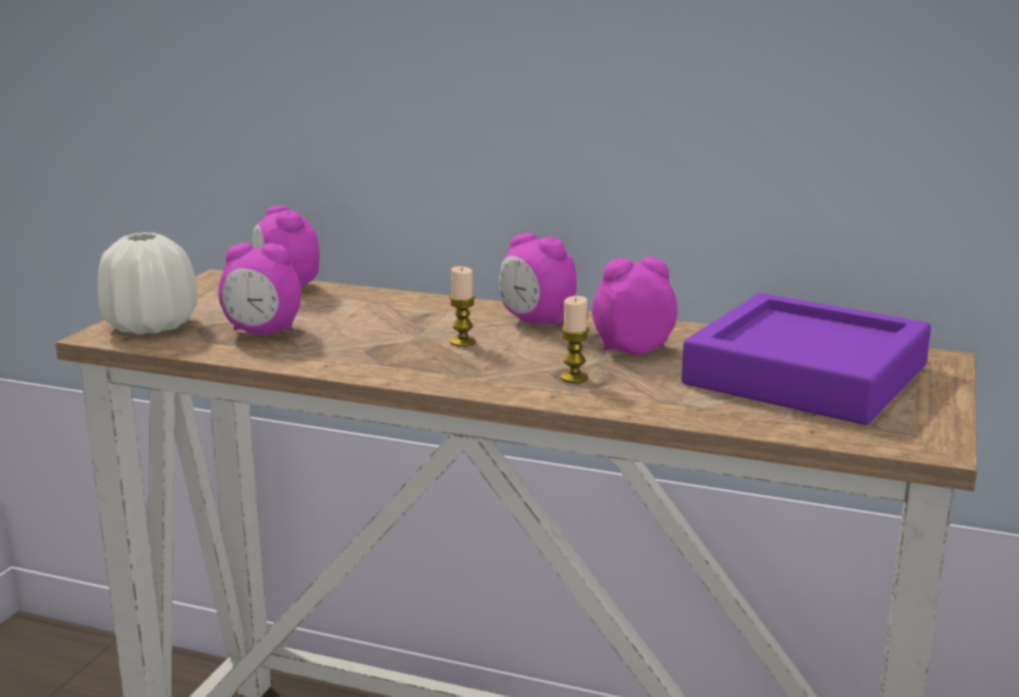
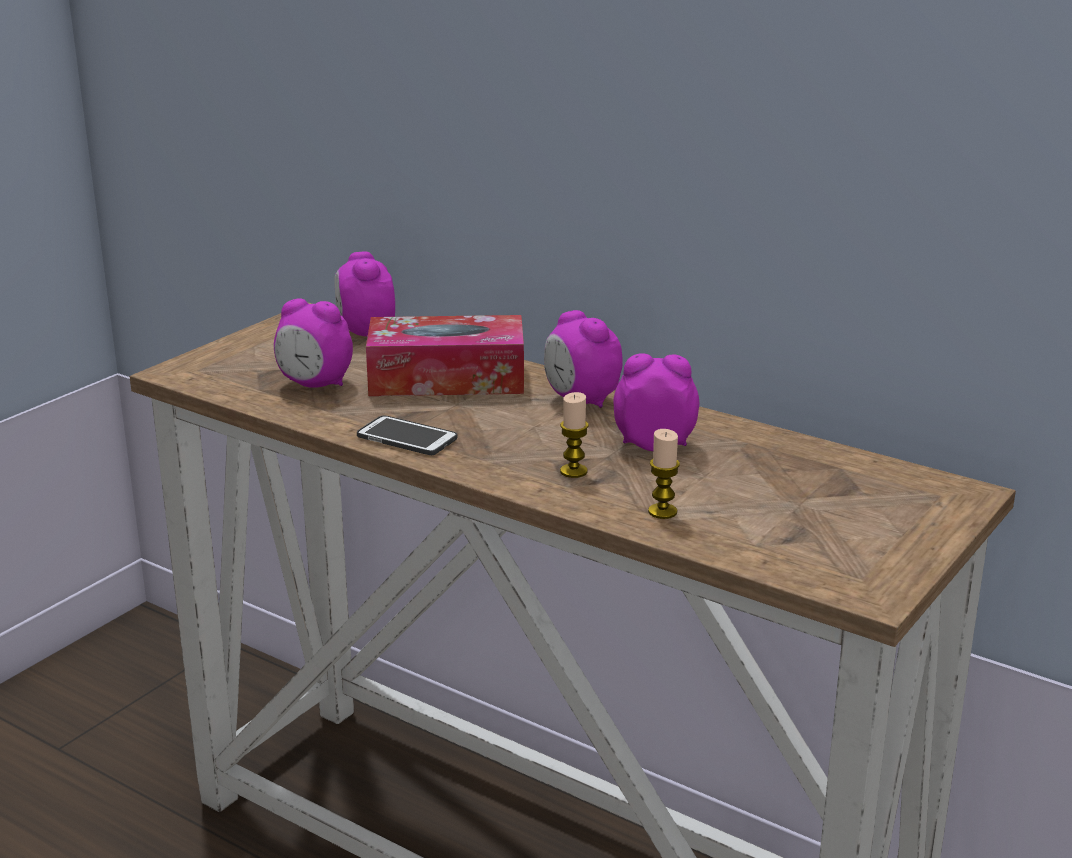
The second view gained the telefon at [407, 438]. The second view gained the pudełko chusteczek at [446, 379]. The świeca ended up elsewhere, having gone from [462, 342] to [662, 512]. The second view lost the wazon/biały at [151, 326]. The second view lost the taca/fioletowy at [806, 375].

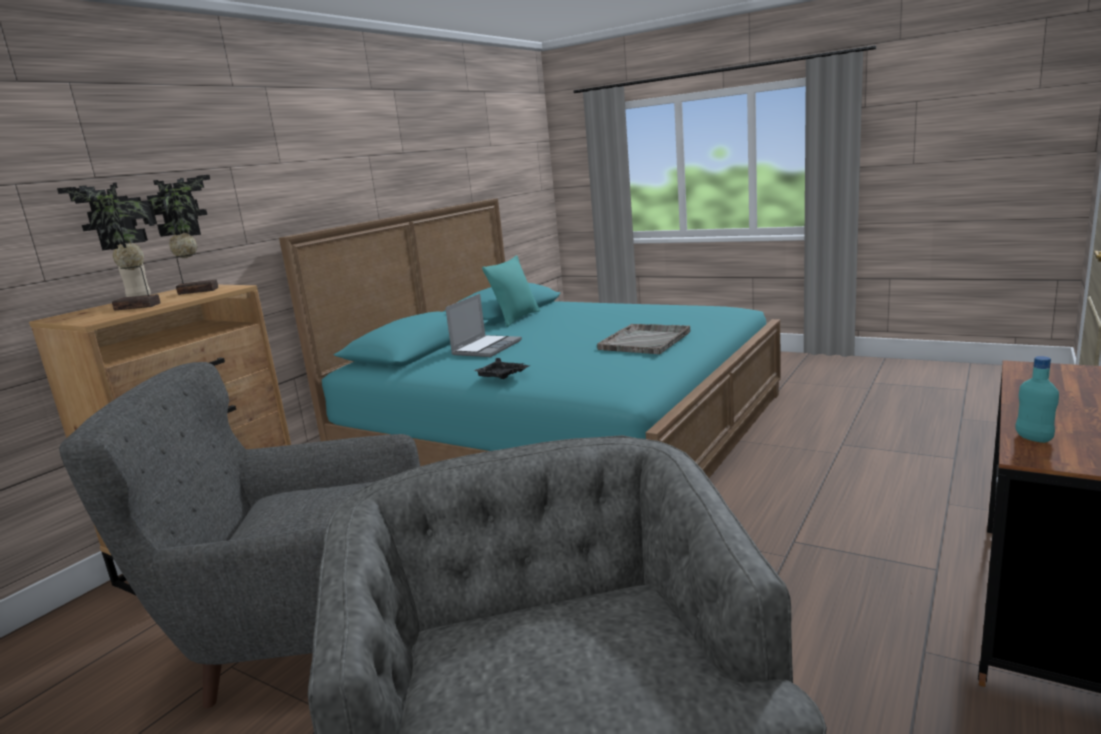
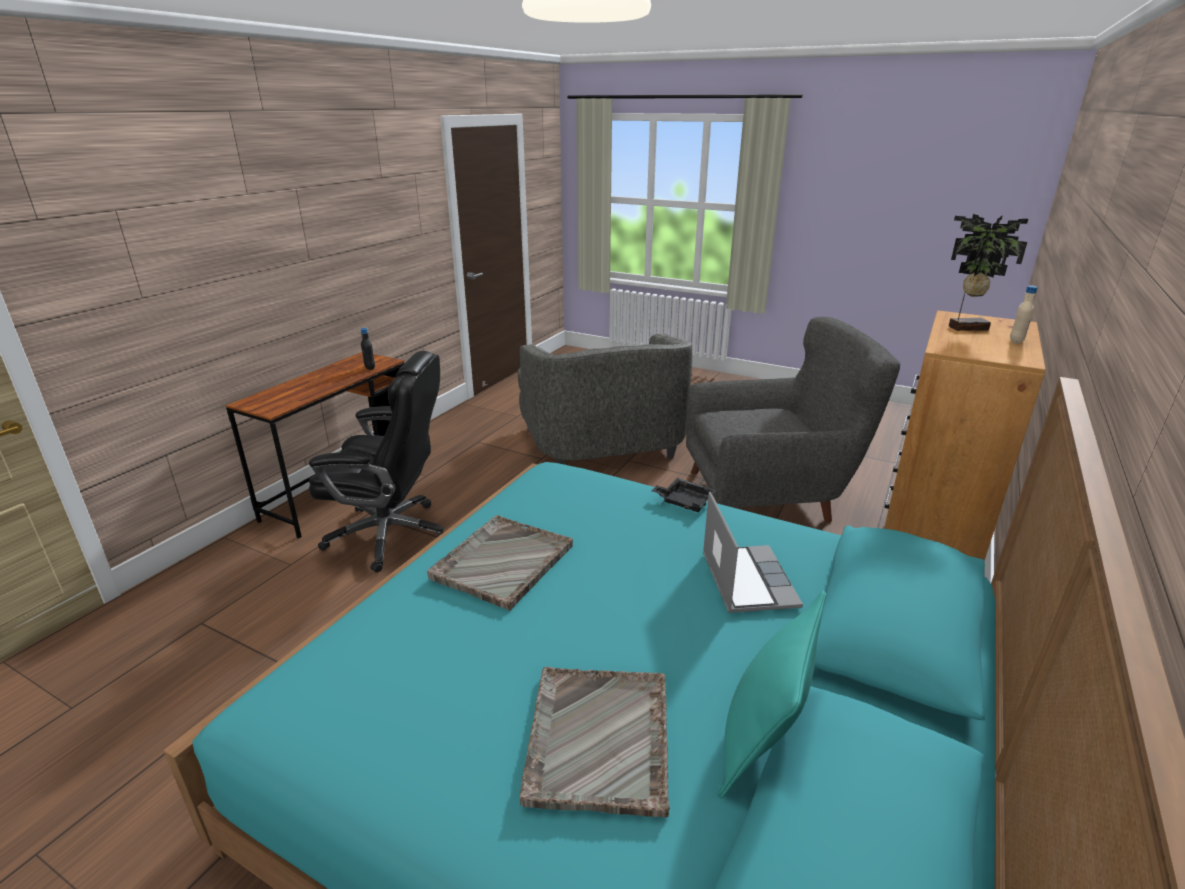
The second view gained the krzesło biurowe/czarny at [391, 534]. What was the butelka/turkusowy at [1033, 438] turned into the butelka/czarny at [370, 368]. The second view gained the taca/szary at [598, 740]. The laptop at [486, 347] ended up facing another way, 150 degrees clockwise from before. The second view lost the roślina doniczkowa at [198, 291].

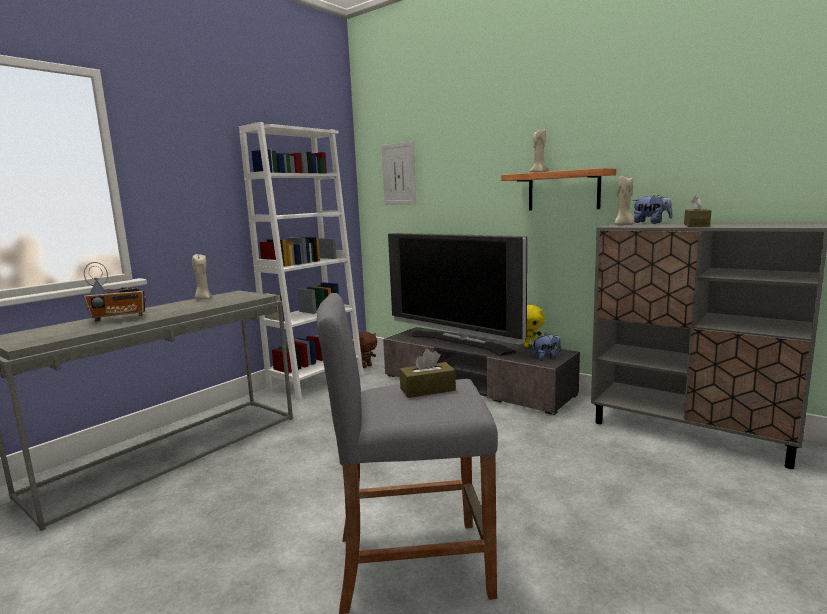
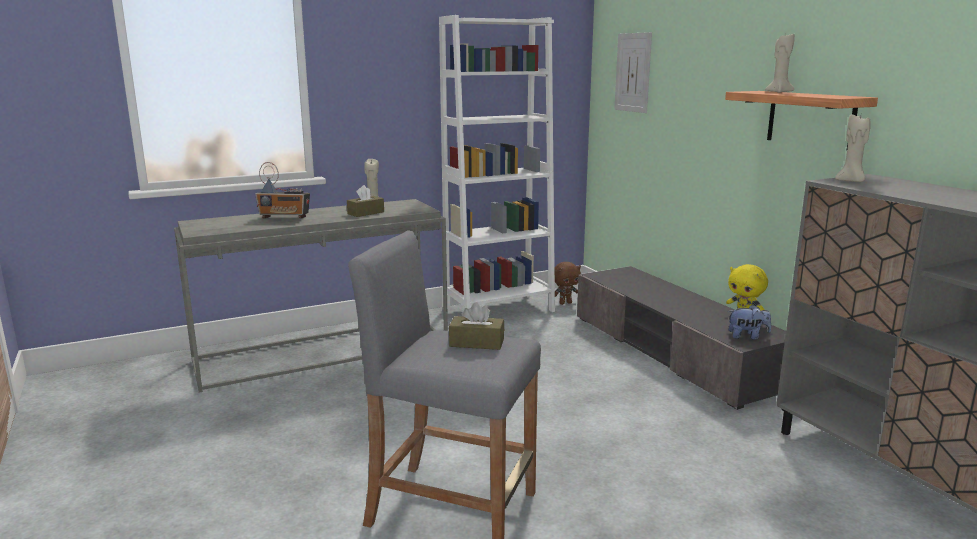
The pudełko chusteczek/brązowy ended up elsewhere, having gone from [696, 225] to [366, 213]. The second view lost the telewizor at [459, 342]. The second view lost the pluszak at [651, 223].

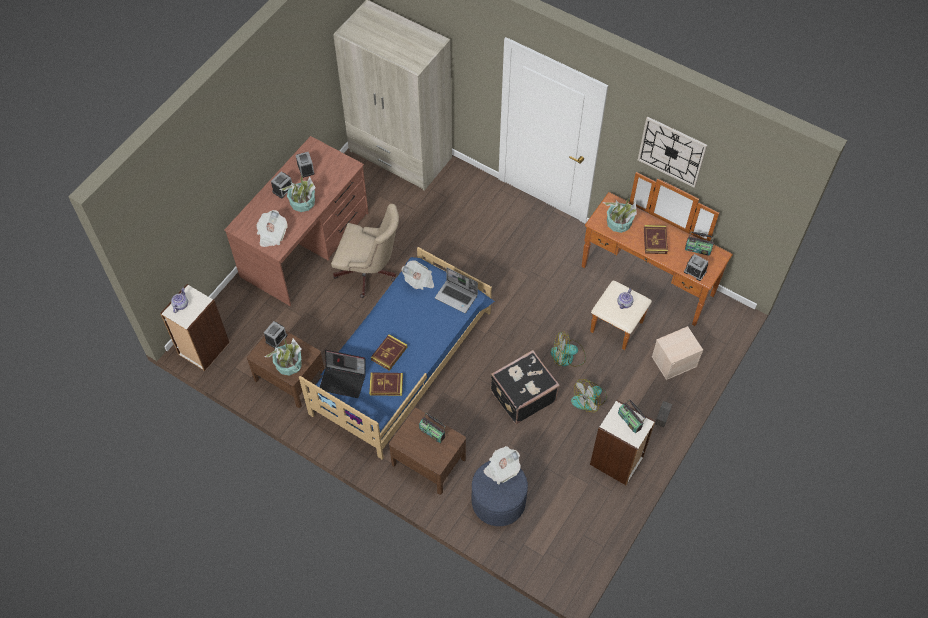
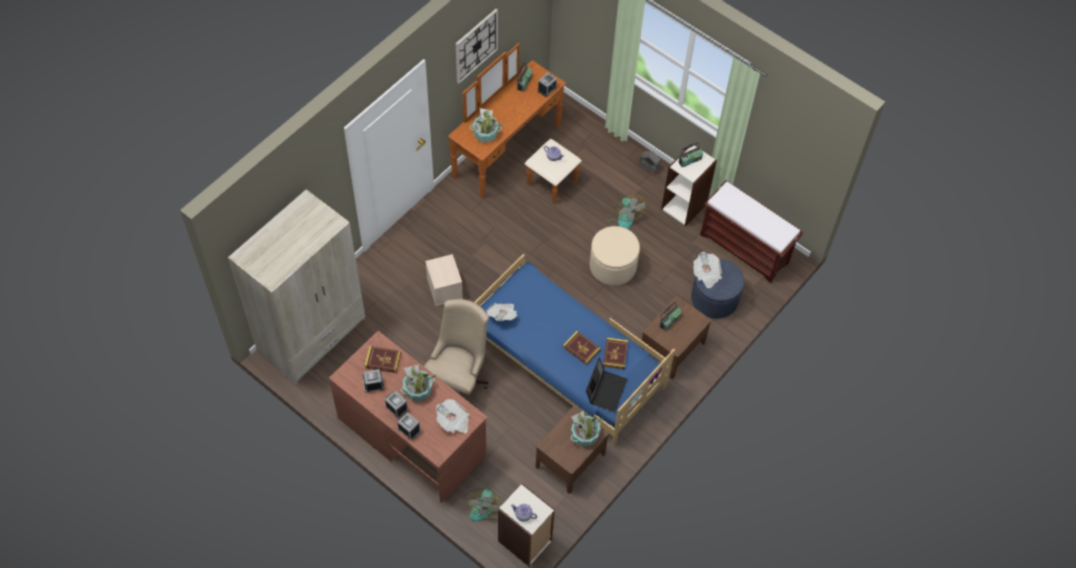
The książka ended up elsewhere, having gone from [655, 241] to [383, 360]. The budzik ended up elsewhere, having gone from [276, 338] to [409, 429]. The pojemnik do przechowywania/beżowy ended up elsewhere, having gone from [674, 361] to [444, 288]. The wentylator ended up elsewhere, having gone from [567, 356] to [482, 505]. Where the walizka/czarny stood at [522, 395], the pufa/beżowy came to stand at [613, 266]. The second view gained the ławka/brązowy at [745, 248]. The second view lost the laptop at [456, 297].

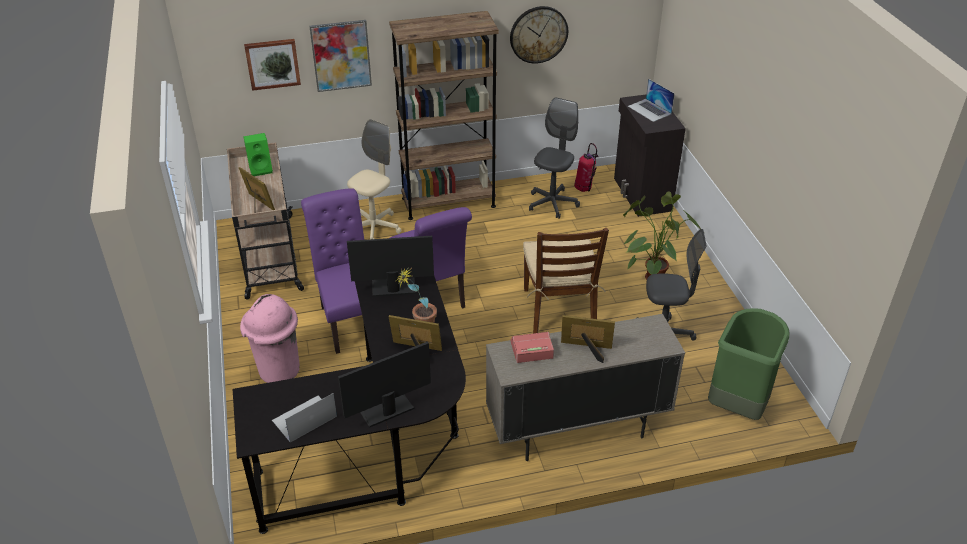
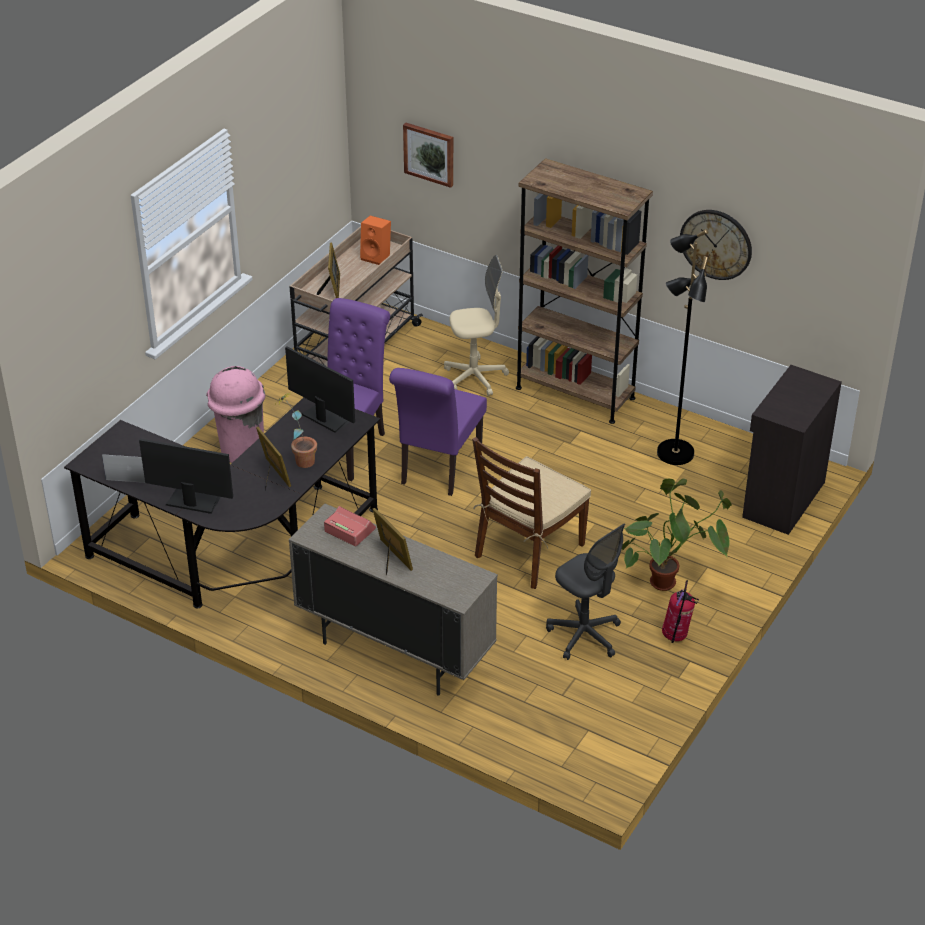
What was the głośnik/zielony at [261, 169] turned into the głośnik/pomarańczowy at [377, 257]. Where the krzesło biurowe/szary stood at [552, 203], the lampa stojąca/czarny came to stand at [674, 453]. The gaśnica ended up elsewhere, having gone from [584, 189] to [676, 637]. The second view lost the obraz at [341, 55]. The second view lost the laptop at [649, 110]. The second view lost the kosz na śmieci/zielony at [737, 404].

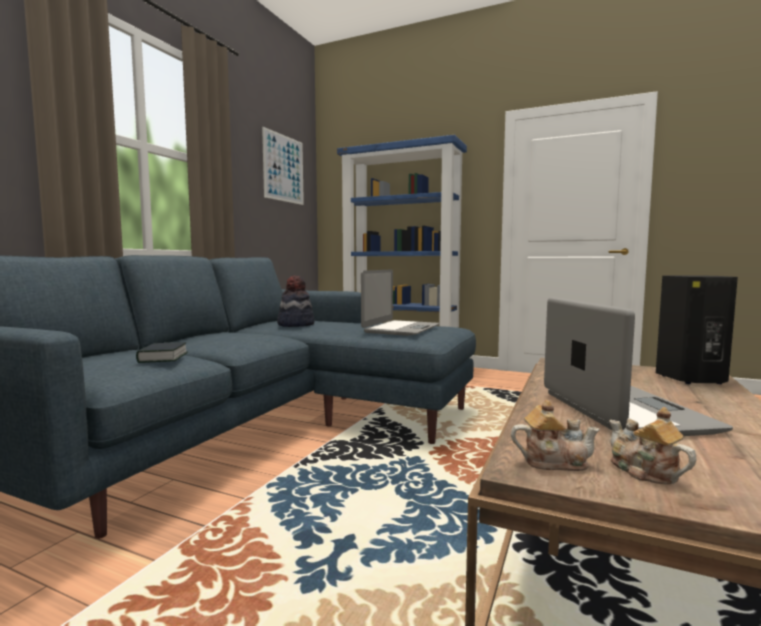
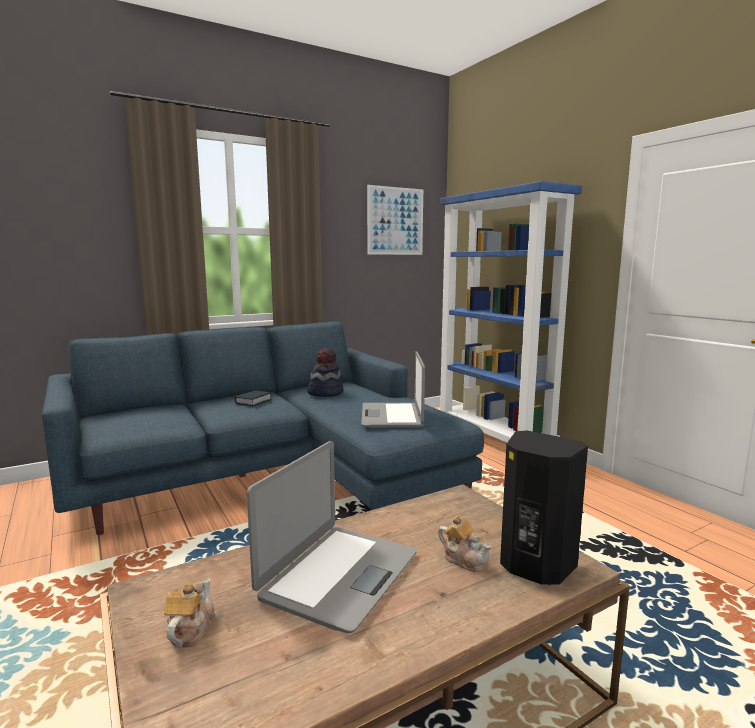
The książka ended up elsewhere, having gone from [163, 358] to [253, 401]. The laptop at [401, 329] ended up facing another way, 120 degrees clockwise from before. The imbryk ended up elsewhere, having gone from [553, 462] to [464, 559].

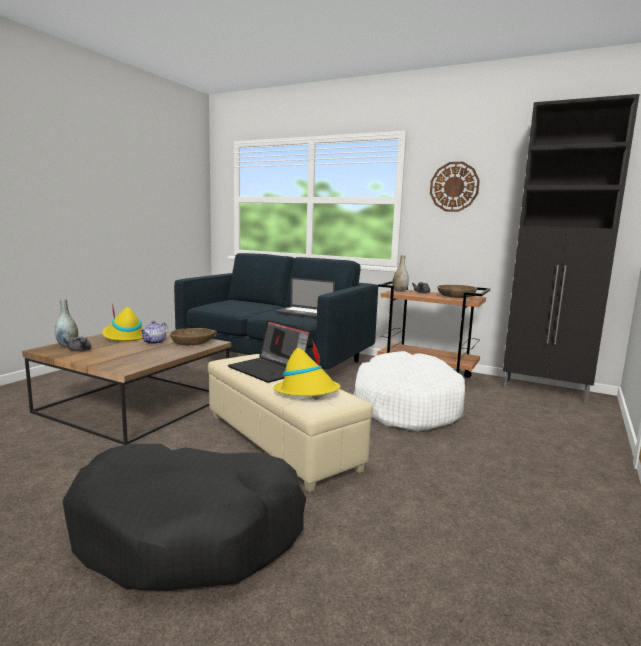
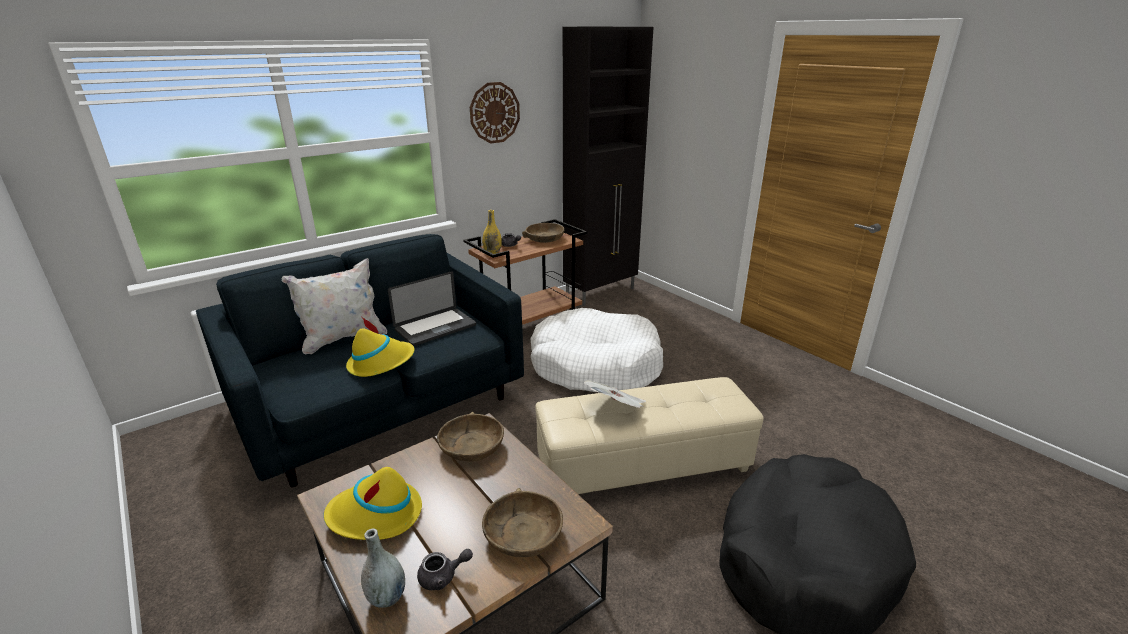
The second view gained the poduszka/biały at [343, 339]. The kapelusz/żółty ended up elsewhere, having gone from [307, 392] to [381, 362]. What was the wazon/szary at [399, 291] turned into the wazon/żółty at [492, 252]. The second view gained the miska/brązowy at [523, 533]. Where the laptop stood at [269, 370], the gazeta came to stand at [616, 408]. The second view lost the imbryk at [154, 342].

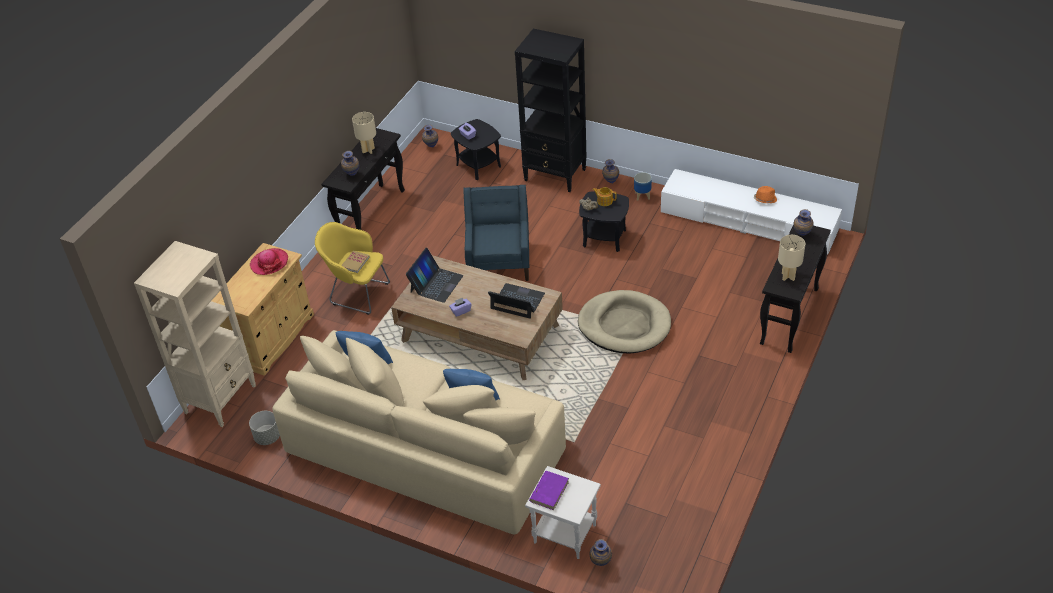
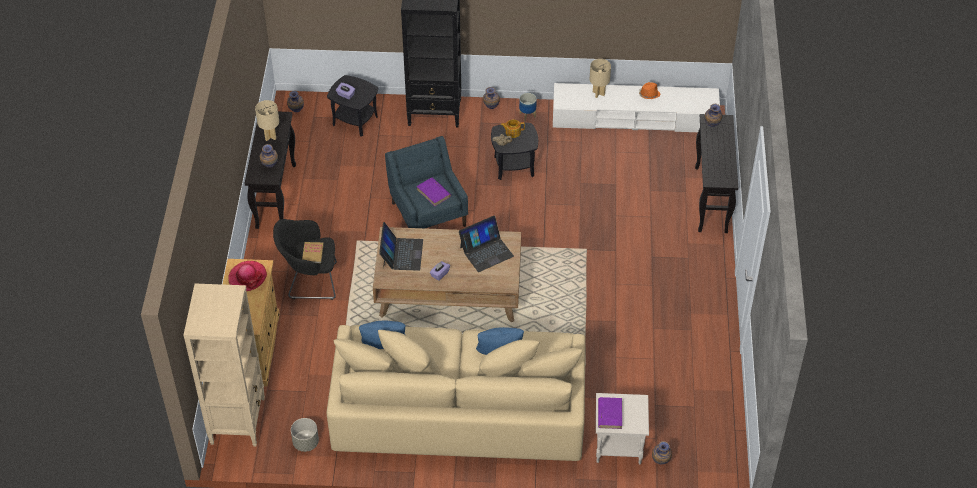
What was the fotel/żółty at [357, 293] turned into the fotel/czarny at [310, 281]. The second view gained the książka/fioletowy at [434, 193]. The laptop at [517, 301] ended up facing another way, 150 degrees clockwise from before. The lampa stołowa/beżowy ended up elsewhere, having gone from [788, 276] to [598, 93]. The second view lost the legowisko/beżowy at [624, 325].

